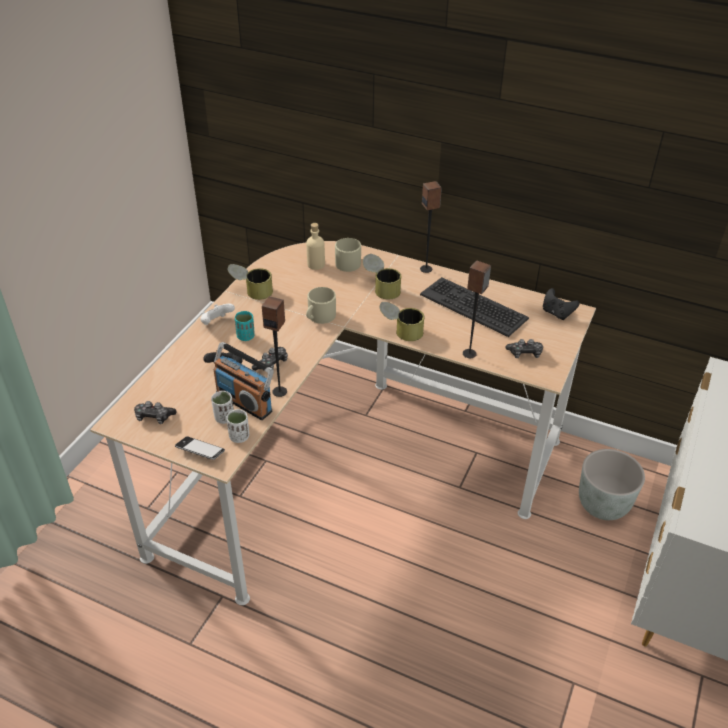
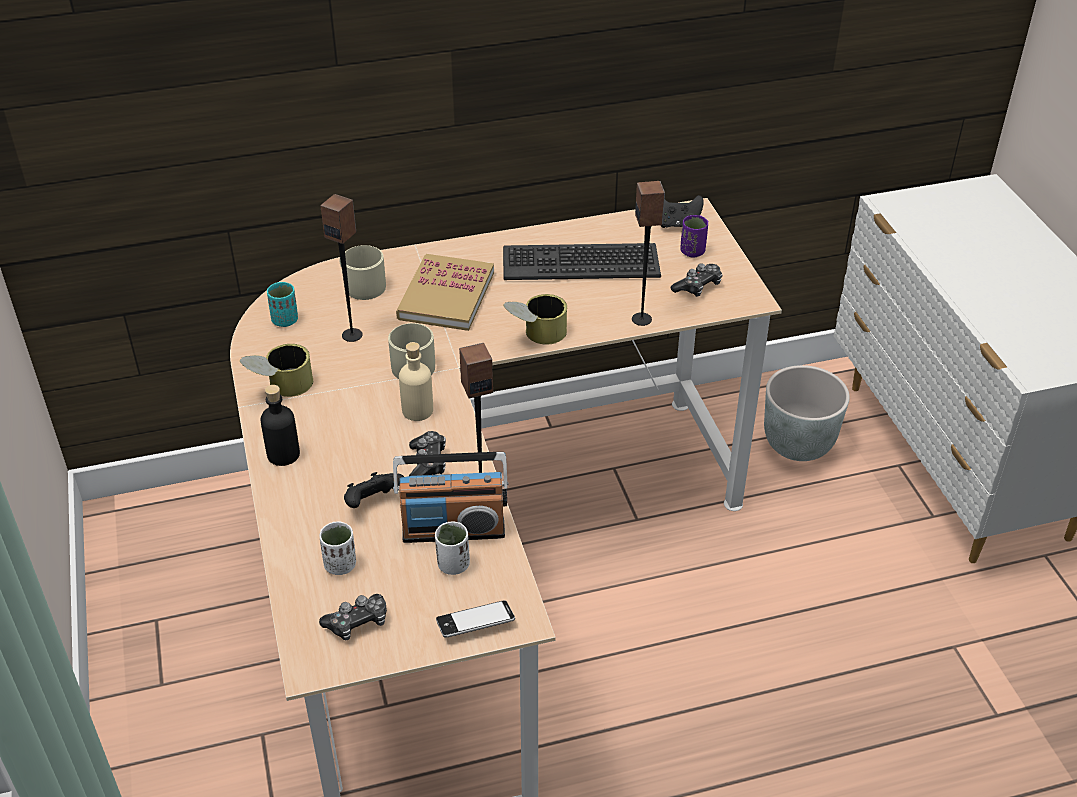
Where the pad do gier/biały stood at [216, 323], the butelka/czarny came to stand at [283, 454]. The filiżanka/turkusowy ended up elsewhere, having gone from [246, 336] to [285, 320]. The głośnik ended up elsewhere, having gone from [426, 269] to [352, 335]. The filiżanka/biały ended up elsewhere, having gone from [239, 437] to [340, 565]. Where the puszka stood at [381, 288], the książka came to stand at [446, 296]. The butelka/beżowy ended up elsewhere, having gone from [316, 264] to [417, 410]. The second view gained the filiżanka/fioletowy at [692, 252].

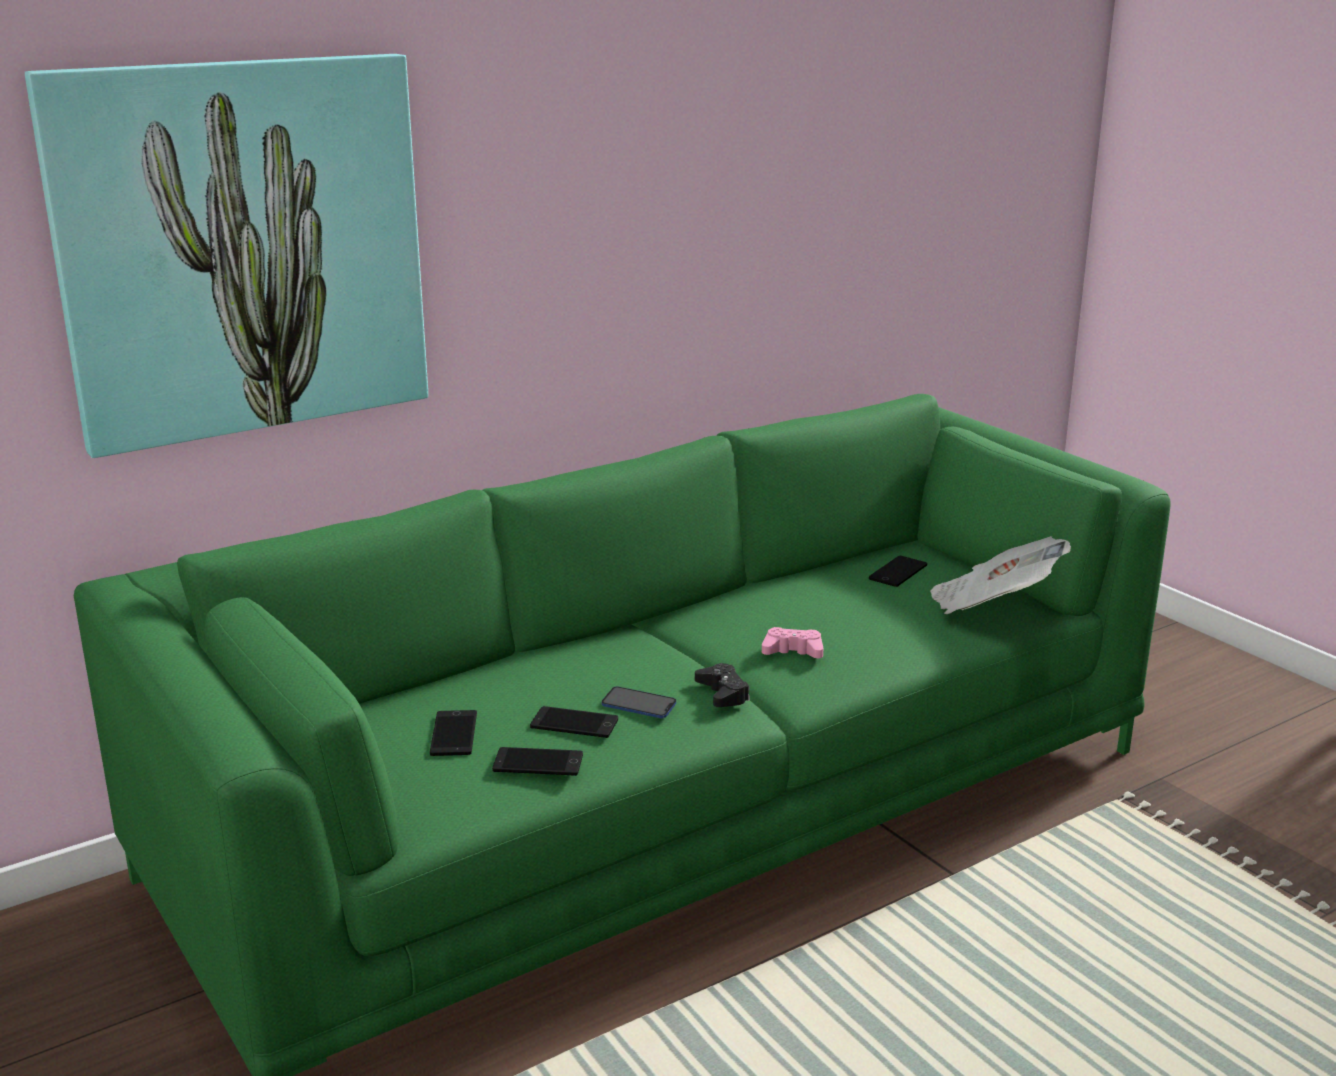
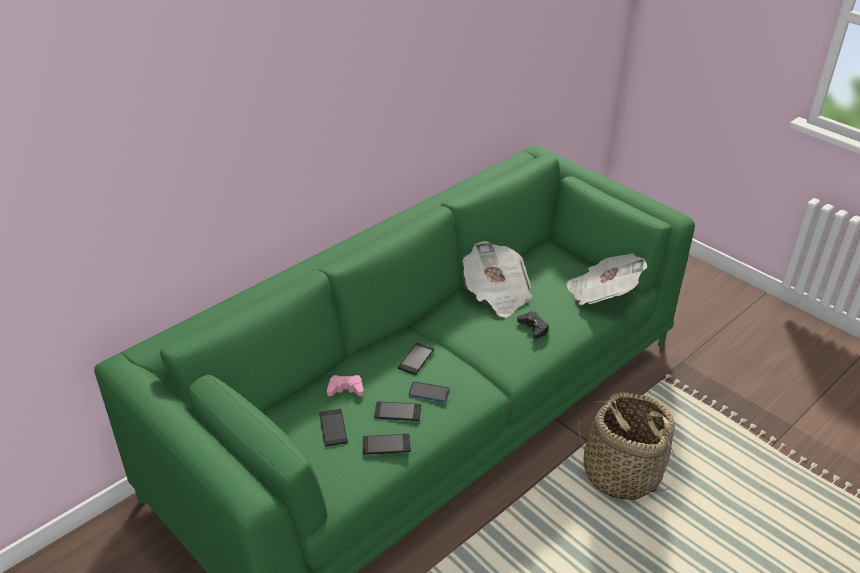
The pad do gier/różowy ended up elsewhere, having gone from [793, 651] to [346, 389]. The telefon ended up elsewhere, having gone from [898, 572] to [416, 359]. The second view gained the gazeta at [496, 294]. The pad do gier/czarny ended up elsewhere, having gone from [723, 693] to [533, 328]. The second view gained the koszyk at [621, 473]. The second view lost the obraz at [242, 249].

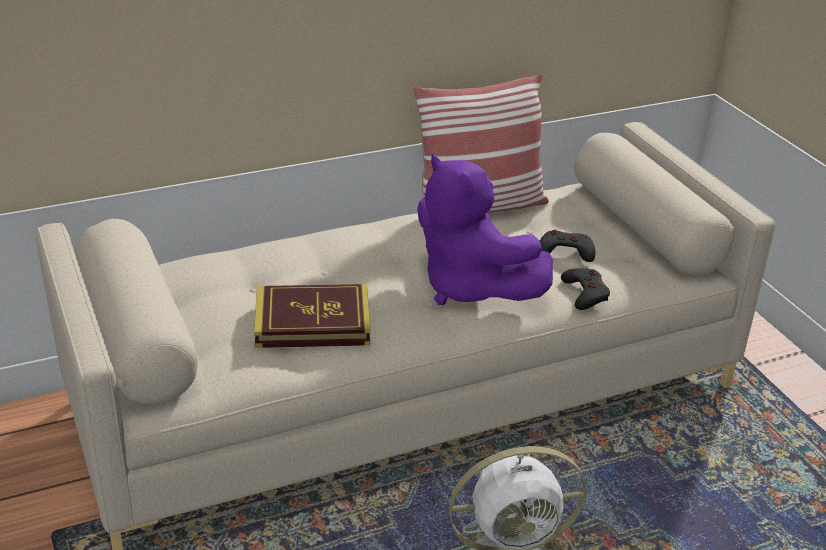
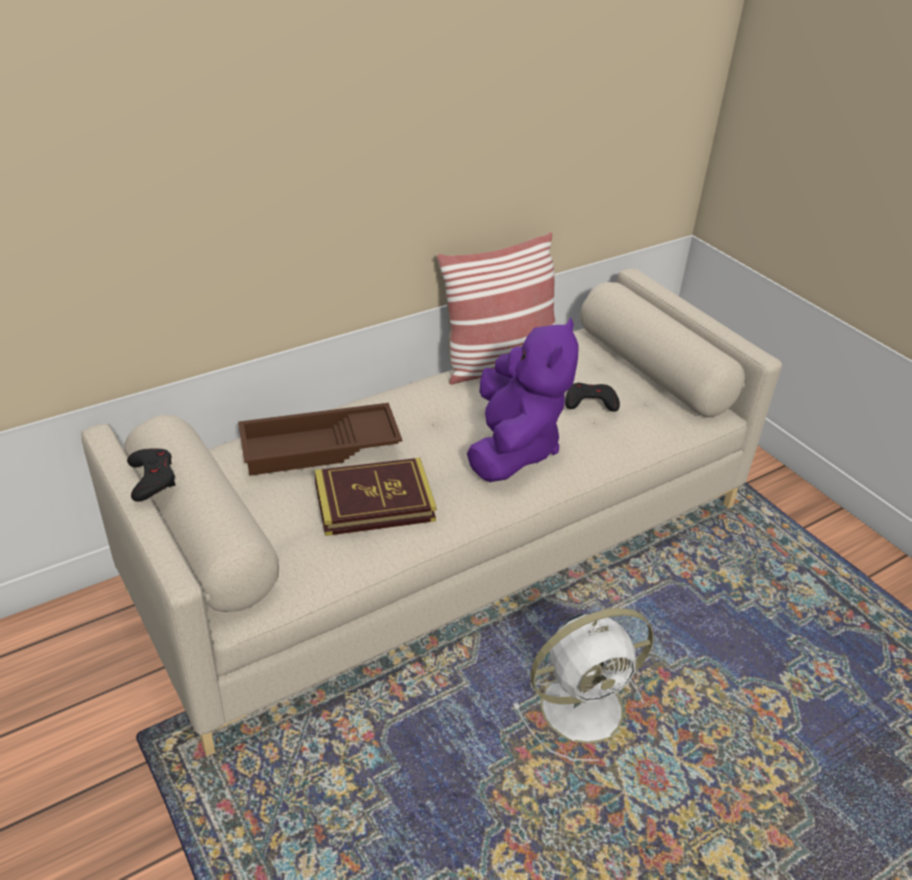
The pad do gier/czarny ended up elsewhere, having gone from [585, 293] to [152, 478]. The second view gained the taca/brązowy at [319, 449]. The pluszak/fioletowy at [470, 287] ended up facing another way, 120 degrees counterclockwise from before.

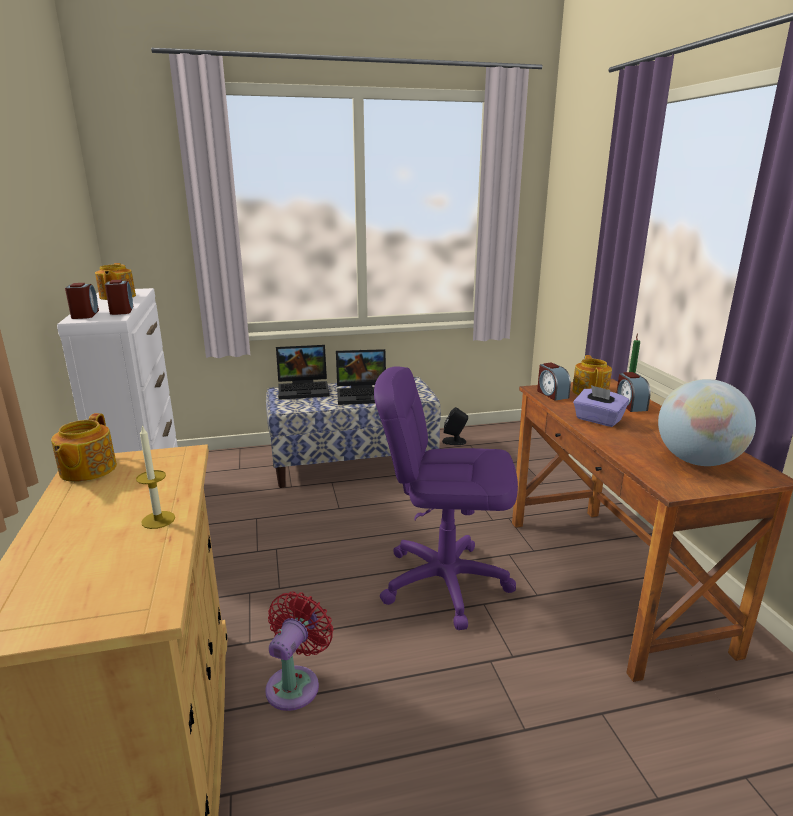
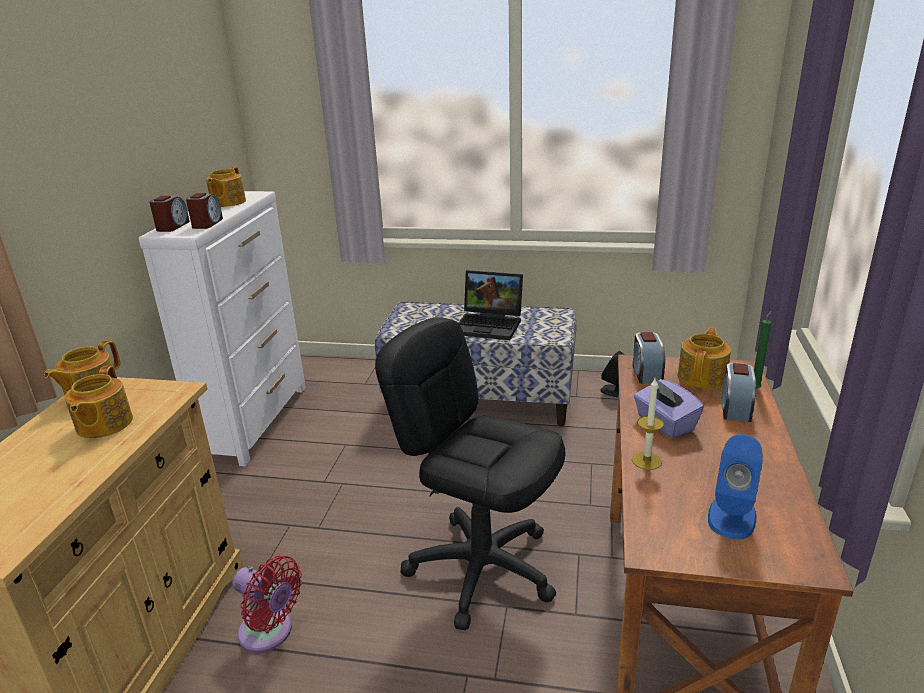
The second view gained the imbryk at [103, 424]. The wentylator/czerwony at [295, 683] ended up facing another way, 75 degrees clockwise from before. What was the krzesło biurowe/fioletowy at [444, 582] turned into the krzesło biurowe/czarny at [482, 568]. The świeca ended up elsewhere, having gone from [158, 520] to [646, 461]. Where the globus stood at [697, 461], the głośnik/niebieski came to stand at [732, 516]. The second view lost the laptop at [304, 389].

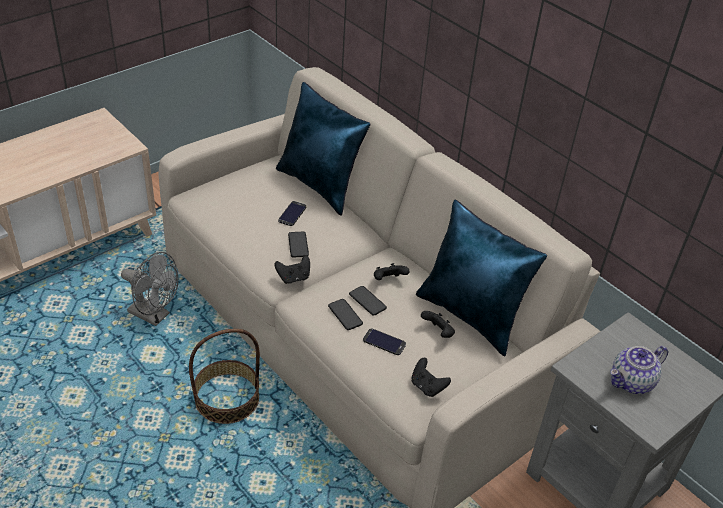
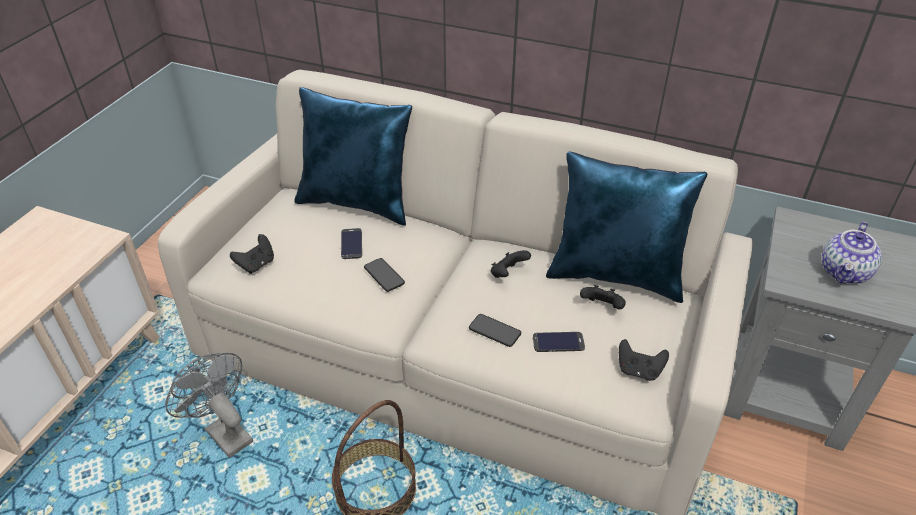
The wentylator/szary at [154, 315] ended up facing another way, 135 degrees counterclockwise from before. The pad do gier/czarny ended up elsewhere, having gone from [293, 278] to [256, 264]. The second view lost the telefon at [367, 301].

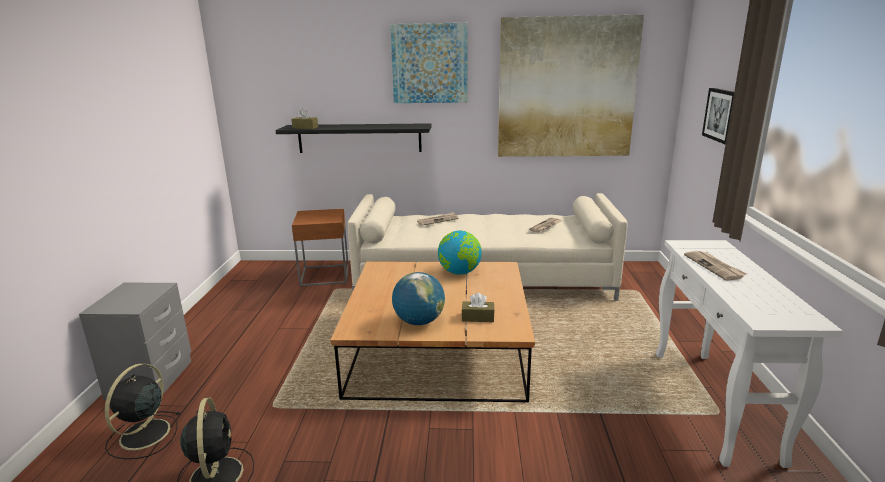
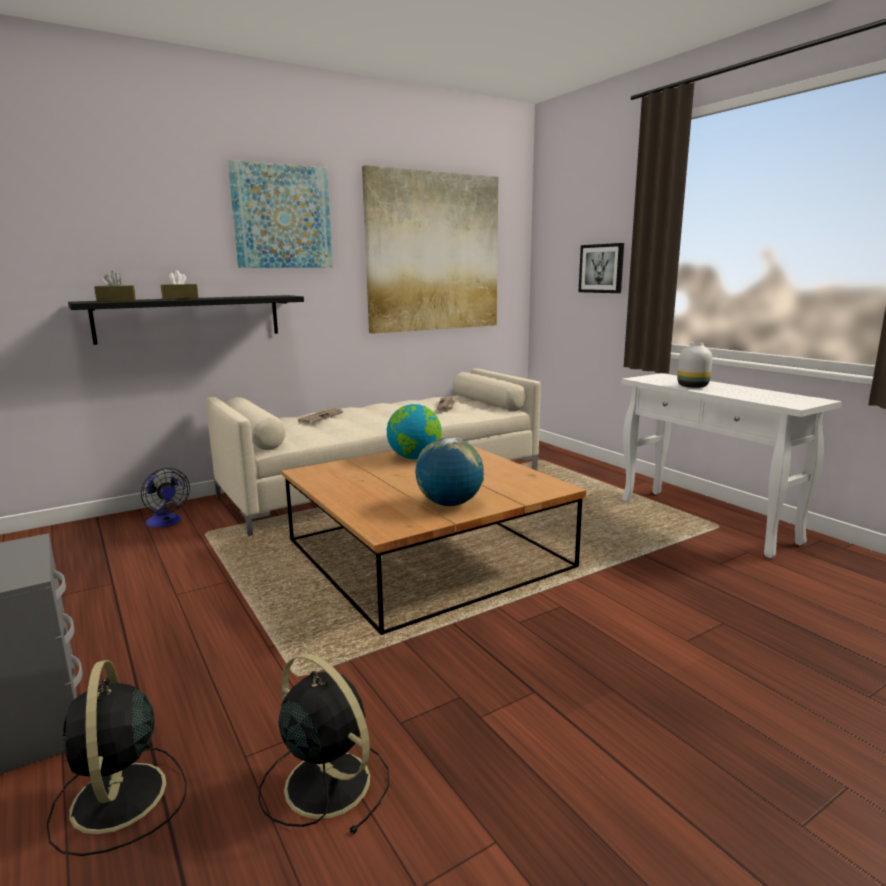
Where the stolik/brązowy stood at [325, 275], the wentylator came to stand at [166, 522]. The pudełko chusteczek/brązowy ended up elsewhere, having gone from [478, 317] to [180, 298]. Where the gazeta stood at [714, 267], the wazon/biały came to stand at [693, 386].

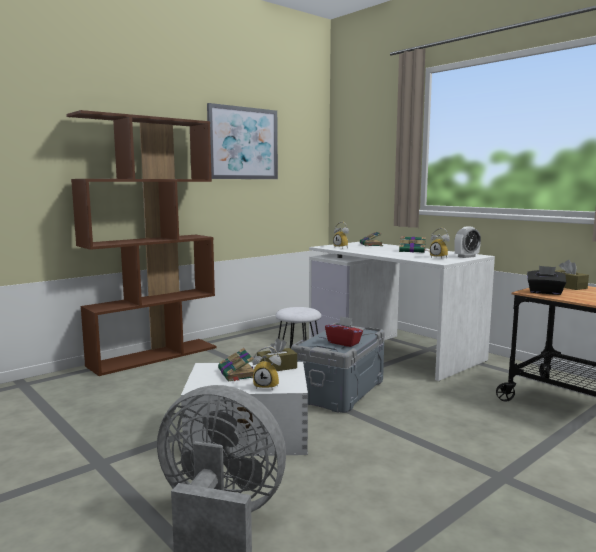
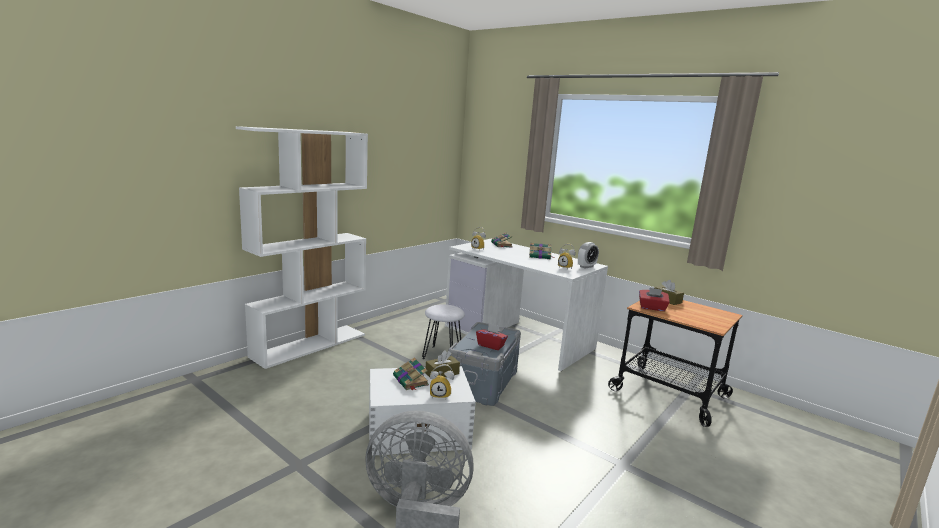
What was the regał/brązowy at [154, 356] turned into the regał/biały at [310, 345]. What was the pudełko chusteczek/czarny at [545, 292] turned into the pudełko chusteczek/czerwony at [652, 308]. The second view lost the obraz at [243, 143].

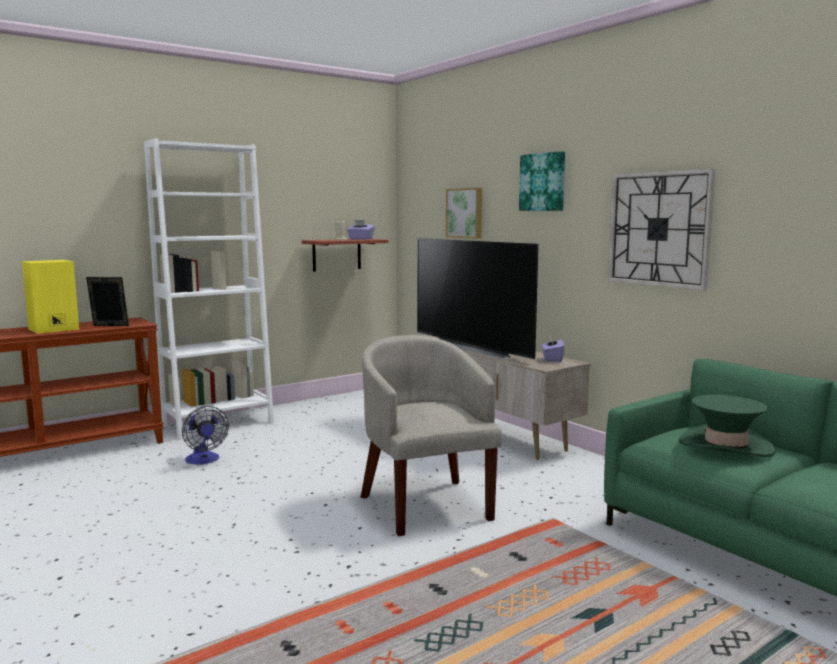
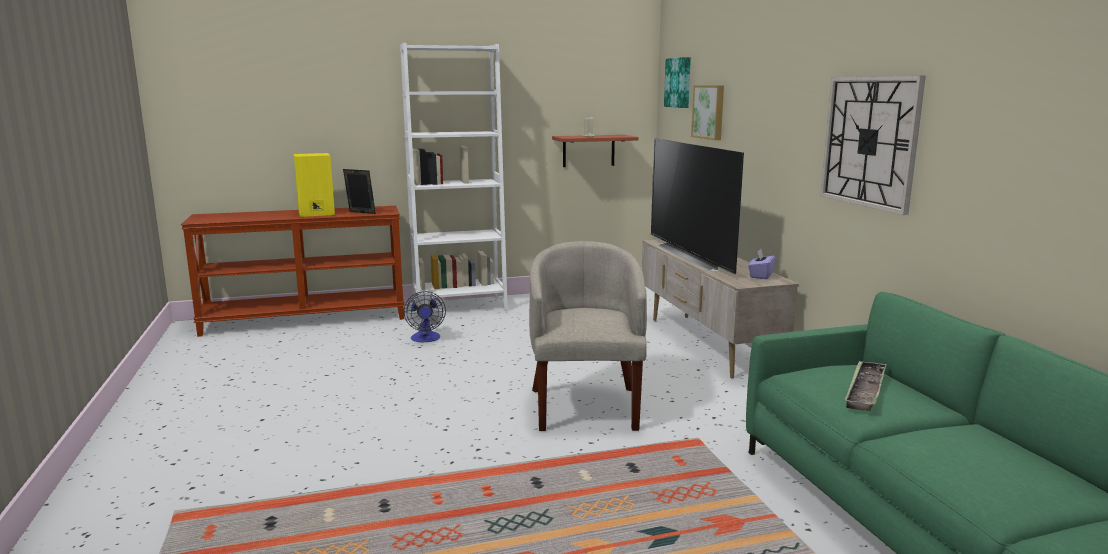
The obraz ended up elsewhere, having gone from [543, 182] to [679, 82]. Where the kapelusz/zielony stood at [725, 446], the taca came to stand at [865, 390]. The second view lost the pudełko chusteczek/fioletowy at [360, 239].

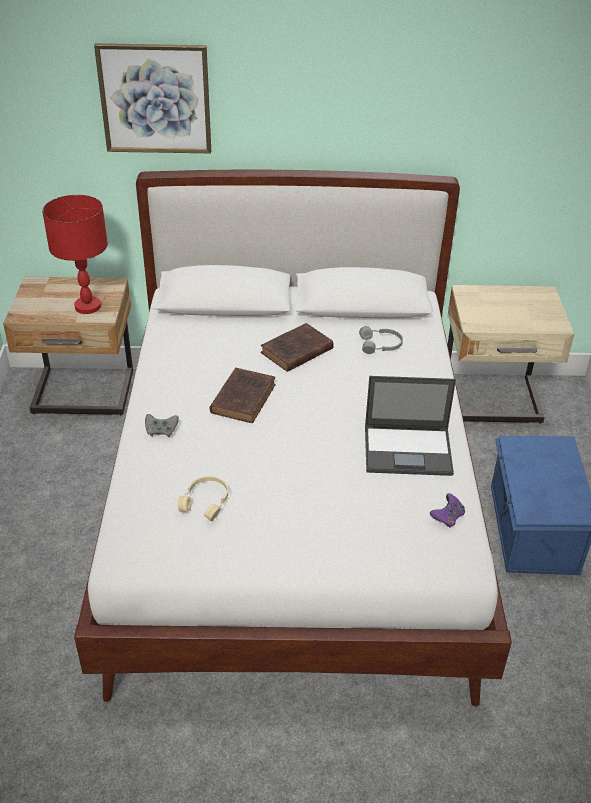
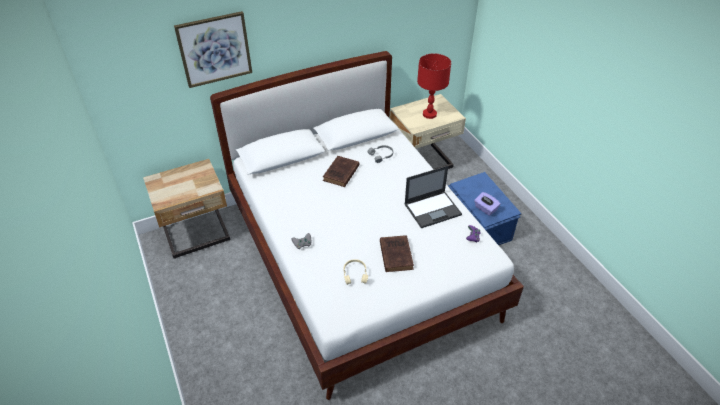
The książka/brązowy ended up elsewhere, having gone from [244, 397] to [396, 254]. The lampa stołowa/czerwony ended up elsewhere, having gone from [87, 307] to [429, 114]. The second view gained the pudełko chusteczek/fioletowy at [485, 209].

